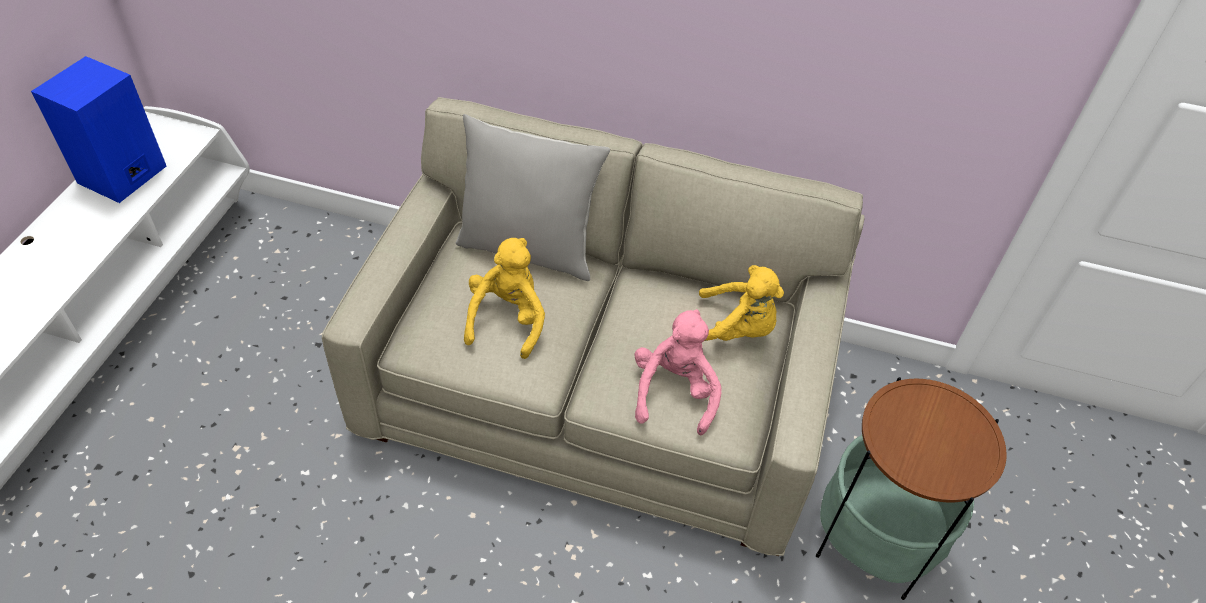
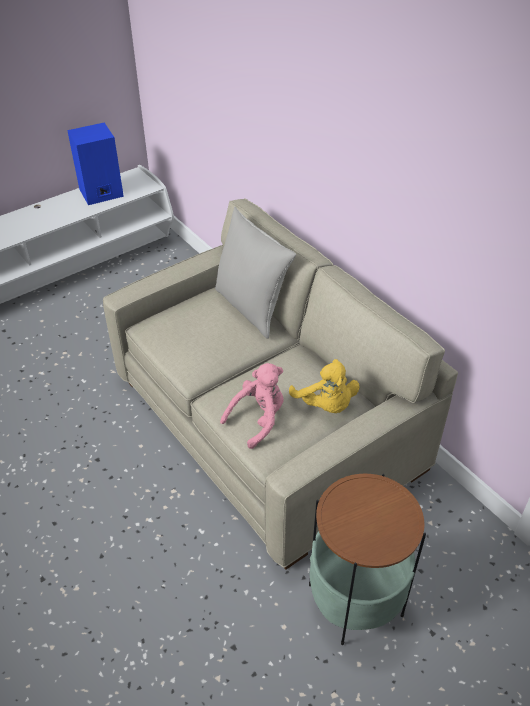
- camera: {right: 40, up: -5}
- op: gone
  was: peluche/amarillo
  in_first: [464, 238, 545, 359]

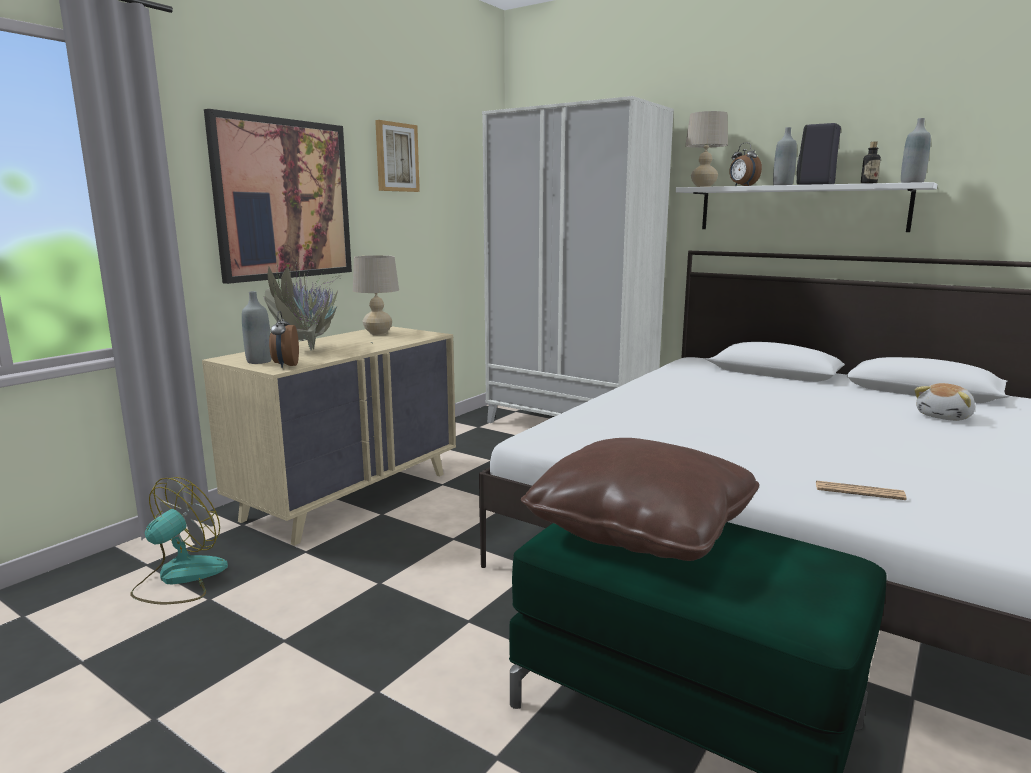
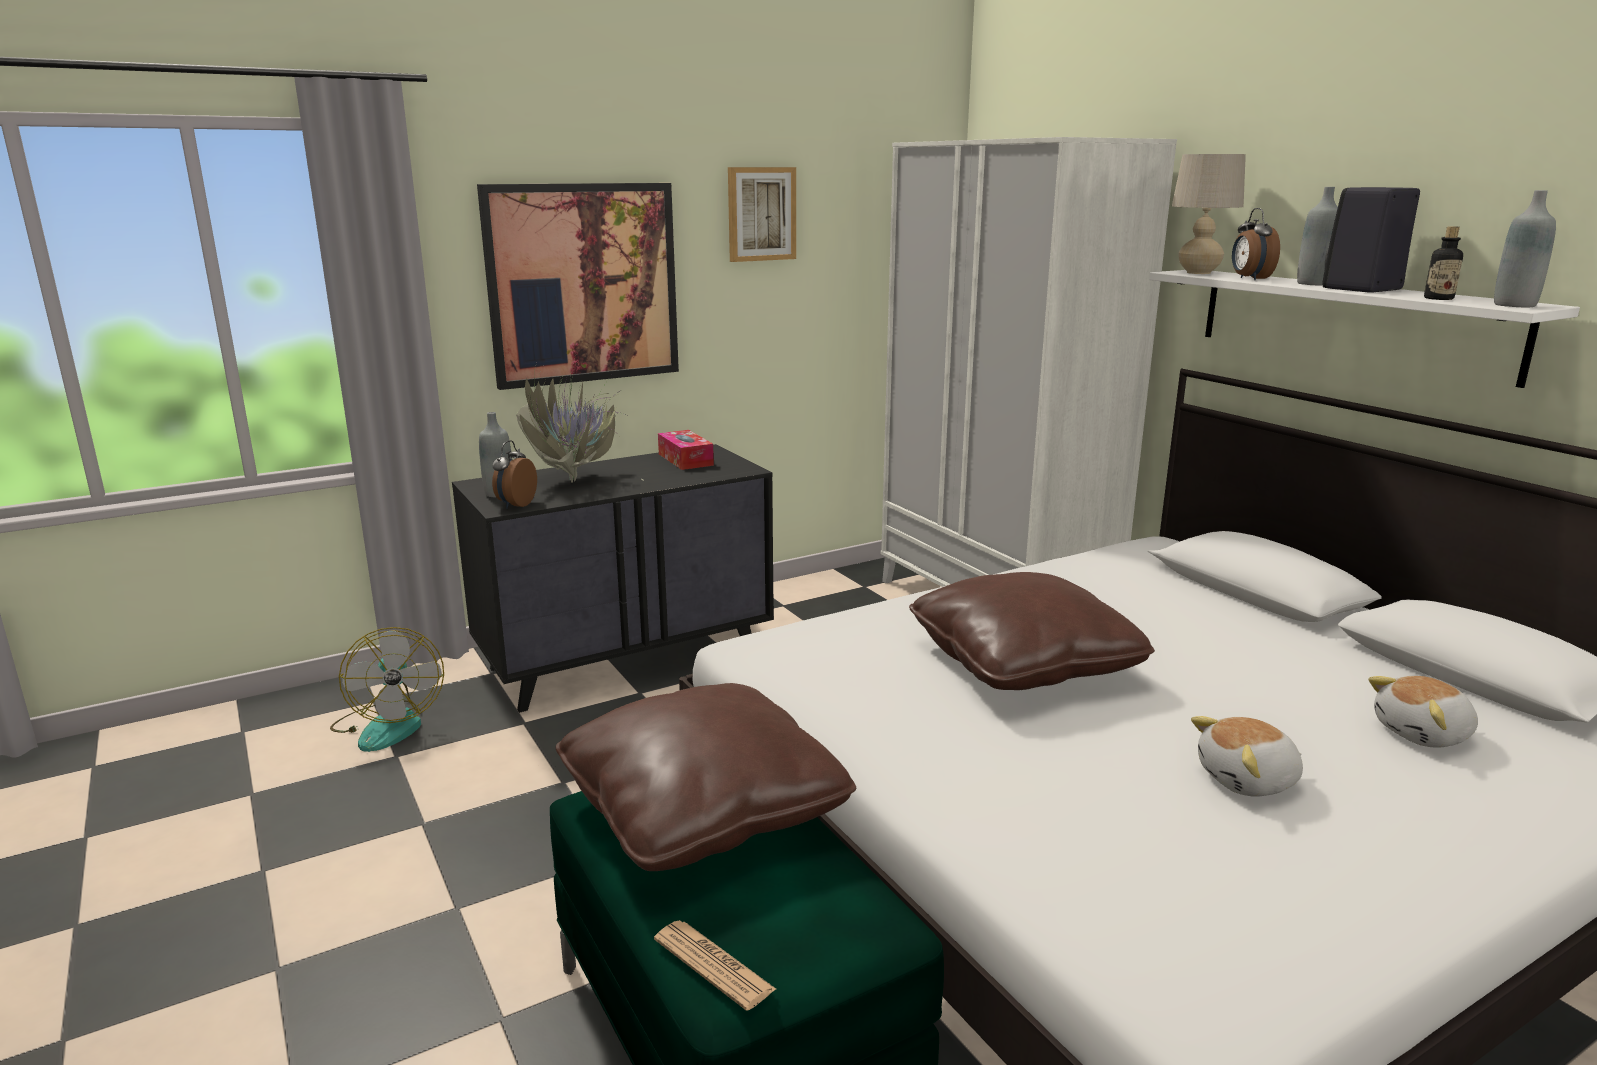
- camera: {right: 25, up: 5}
- op: new
  now: cojín/marrón
  in_second: [909, 572, 1155, 690]
- op: new
  now: peluche
  in_second: [1191, 716, 1303, 797]
- op: shifted
  was: periódico
  in_first: [816, 481, 907, 500]
  in_second: [654, 920, 776, 1011]
- op: swapped
  was: lámpara de mesa/beis
  now: caja de pañuelos
  in_first: [353, 255, 399, 335]
  in_second: [658, 430, 714, 470]
- op: repainted
  was: cómoda/beis
  now: cómoda/negro
  in_first: [202, 326, 456, 546]
  in_second: [452, 444, 774, 713]
- op: rotated
  was: ventilador
  in_first: [130, 477, 228, 604]
  in_second: [330, 627, 444, 752]
  clockwise: 105

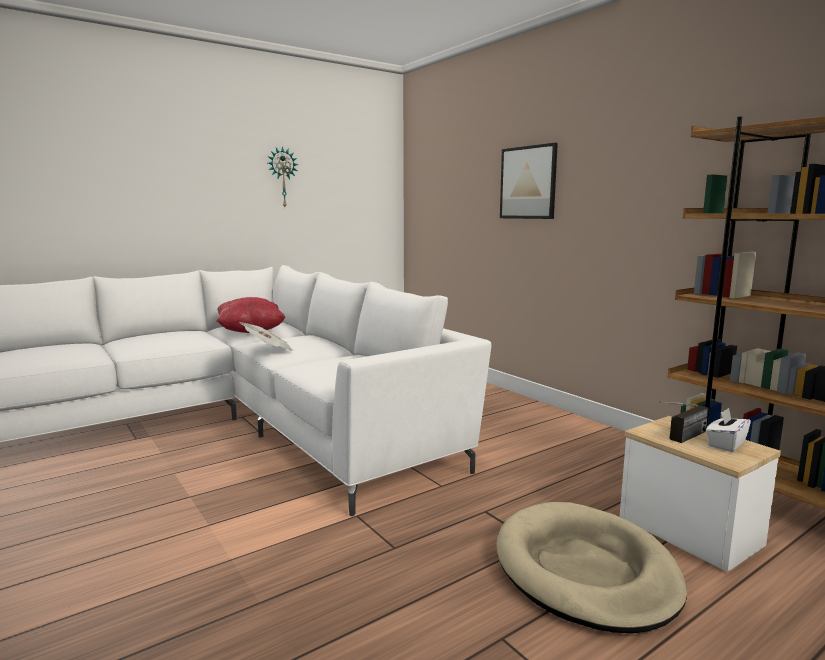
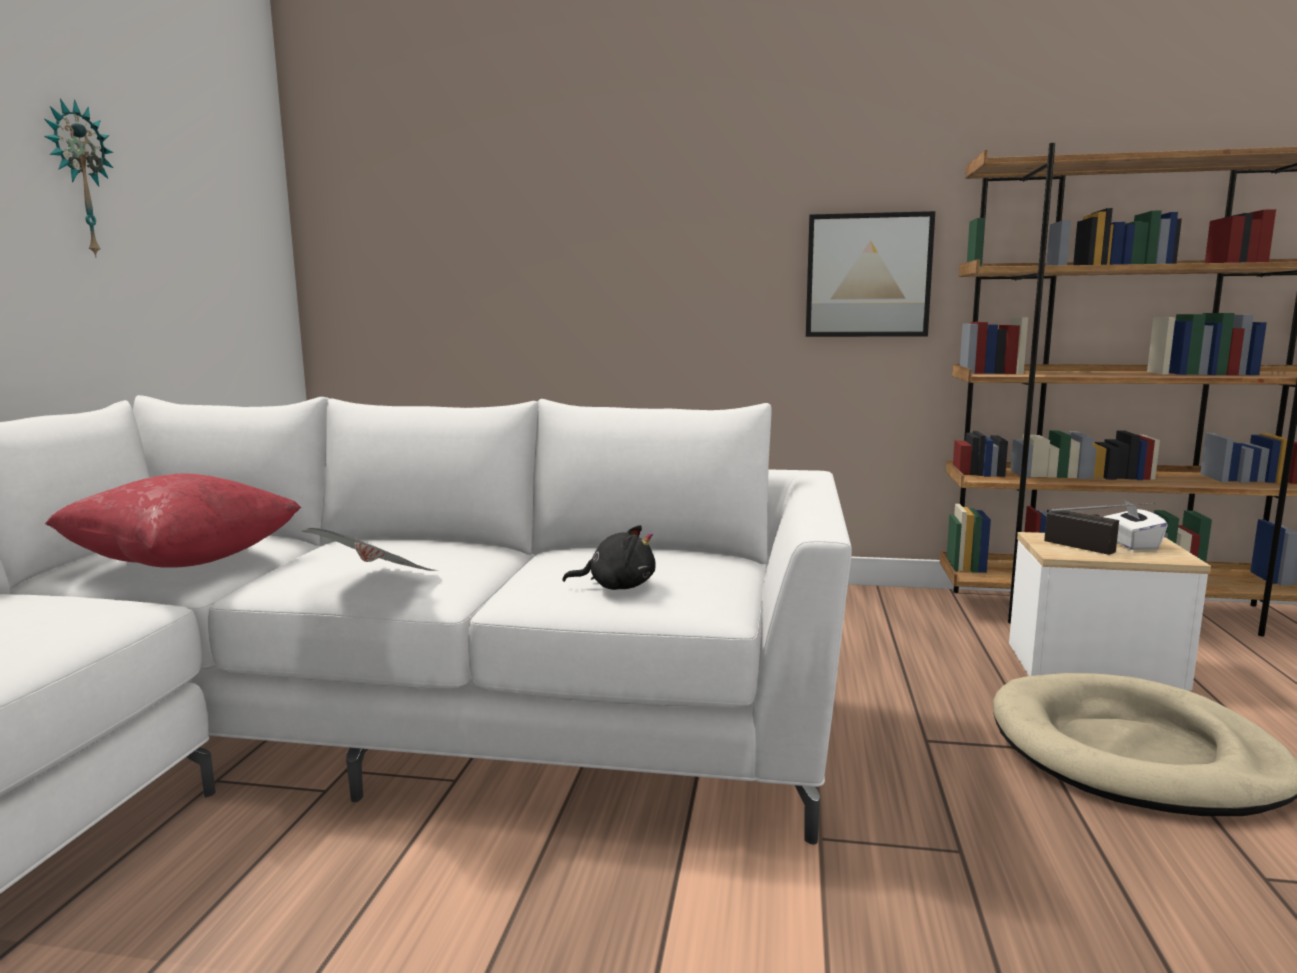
- camera: {right: -45, up: 0}
- op: new
  now: peluche/negro
  in_second: [563, 525, 656, 590]
- op: shifted
  was: cuadro
  in_first: [500, 143, 558, 219]
  in_second: [806, 211, 935, 337]
- op: rotated
  was: radio
  in_first: [660, 401, 709, 443]
  in_second: [1044, 502, 1155, 555]
  clockwise: -45

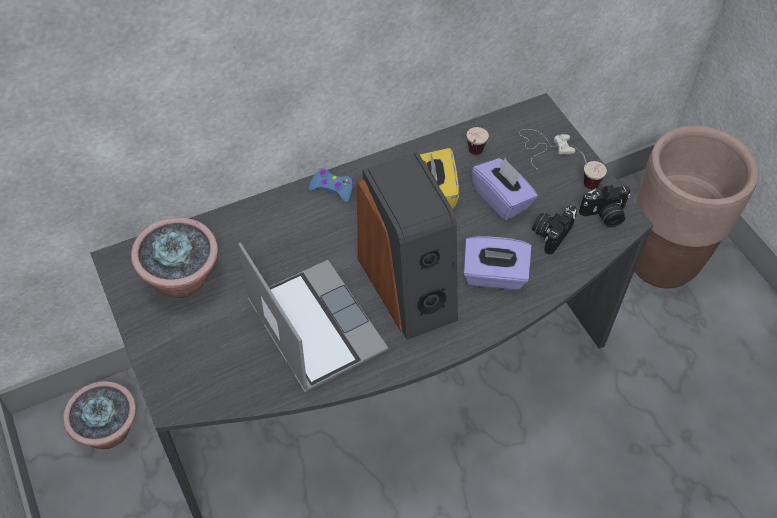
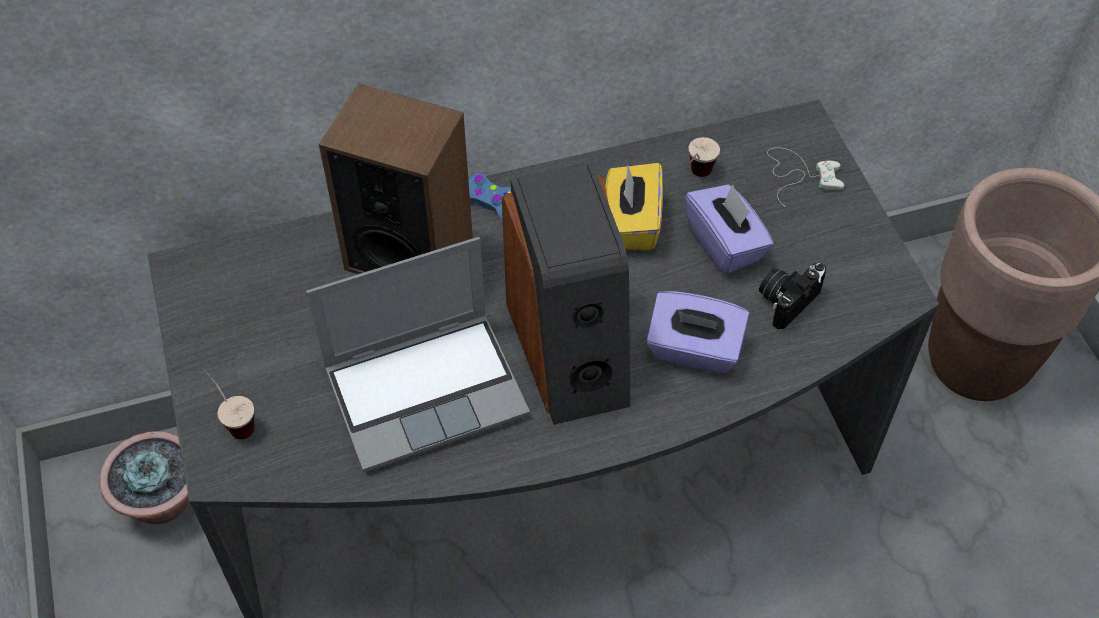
- camera: {right: 10, up: 0}
- op: gone
  was: planta en maceta
  in_first: [131, 217, 218, 299]
- op: gone
  was: cámara
  in_first: [579, 185, 630, 227]
- op: new
  now: altavoz
  in_second: [319, 83, 473, 274]
- op: shifted
  was: taza
  in_first: [572, 145, 607, 189]
  in_second: [203, 368, 254, 439]
- op: rotated
  was: portátil
  in_first: [238, 242, 388, 392]
  in_second: [306, 237, 530, 473]
  clockwise: 90

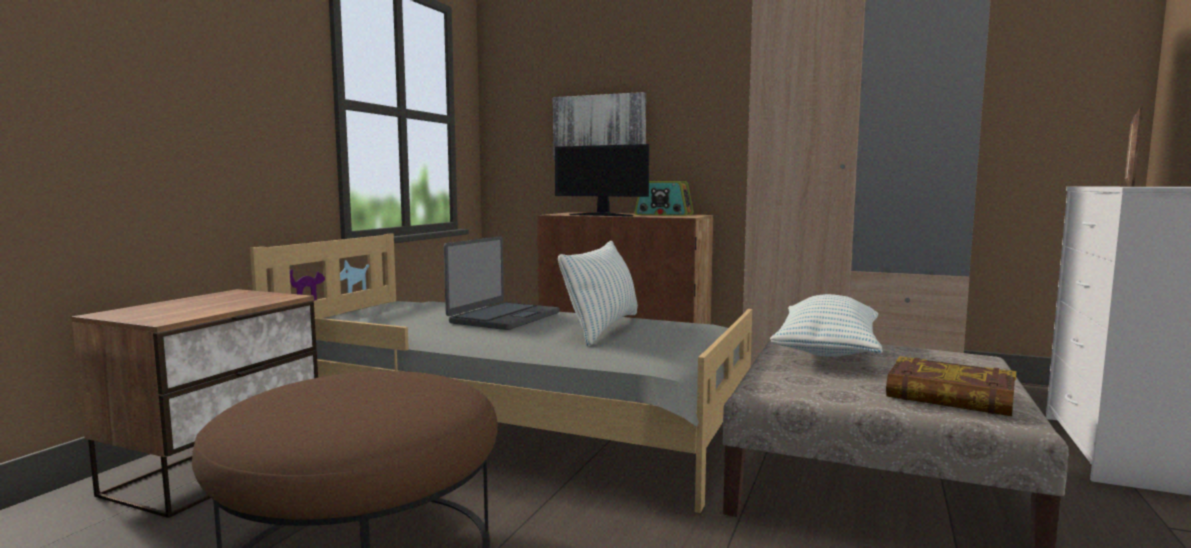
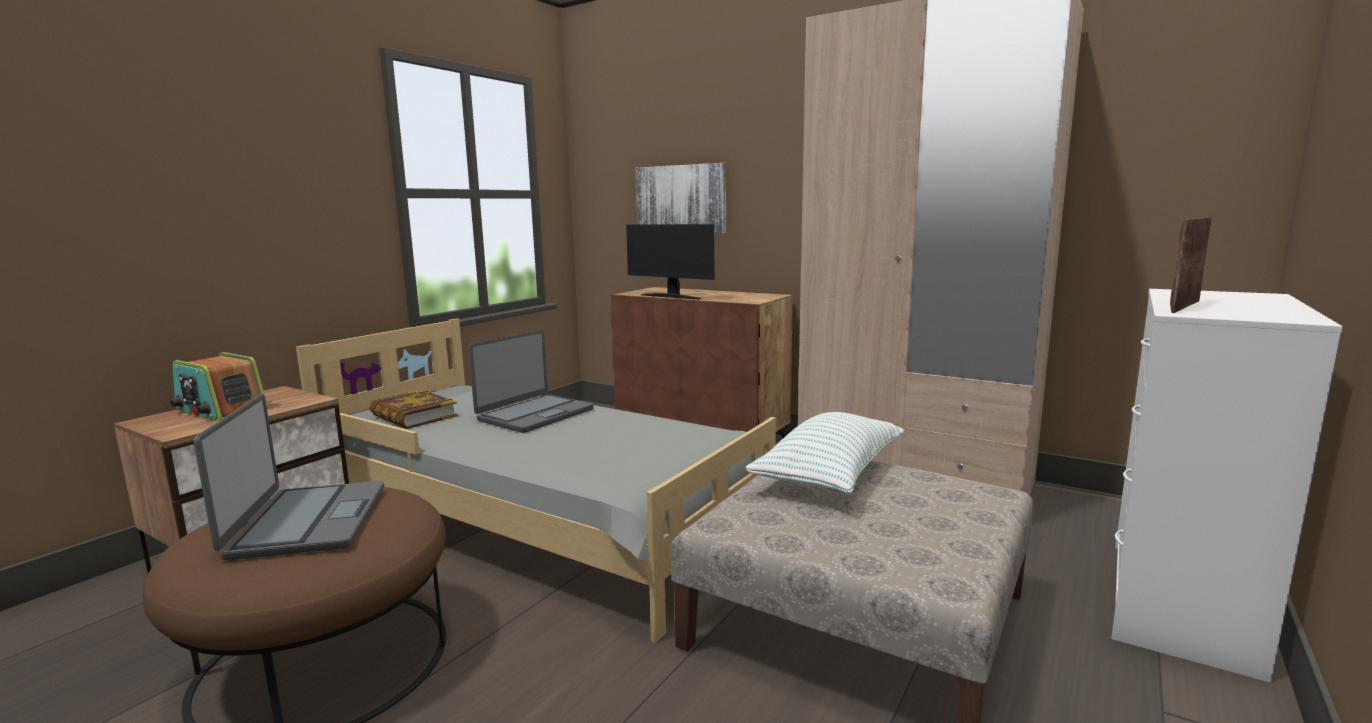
- camera: {right: 10, up: 5}
- op: gone
  was: cojín
  in_first: [558, 241, 638, 347]
- op: new
  now: portátil
  in_second: [193, 394, 384, 561]
- op: shifted
  was: radio
  in_first: [634, 181, 694, 216]
  in_second: [170, 352, 268, 421]
- op: shifted
  was: libro
  in_first: [886, 356, 1016, 416]
  in_second: [370, 390, 458, 429]

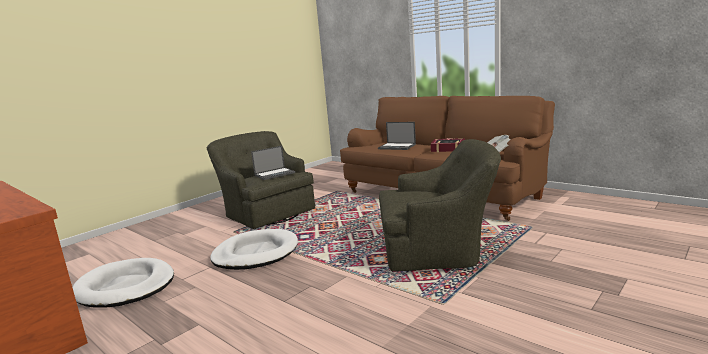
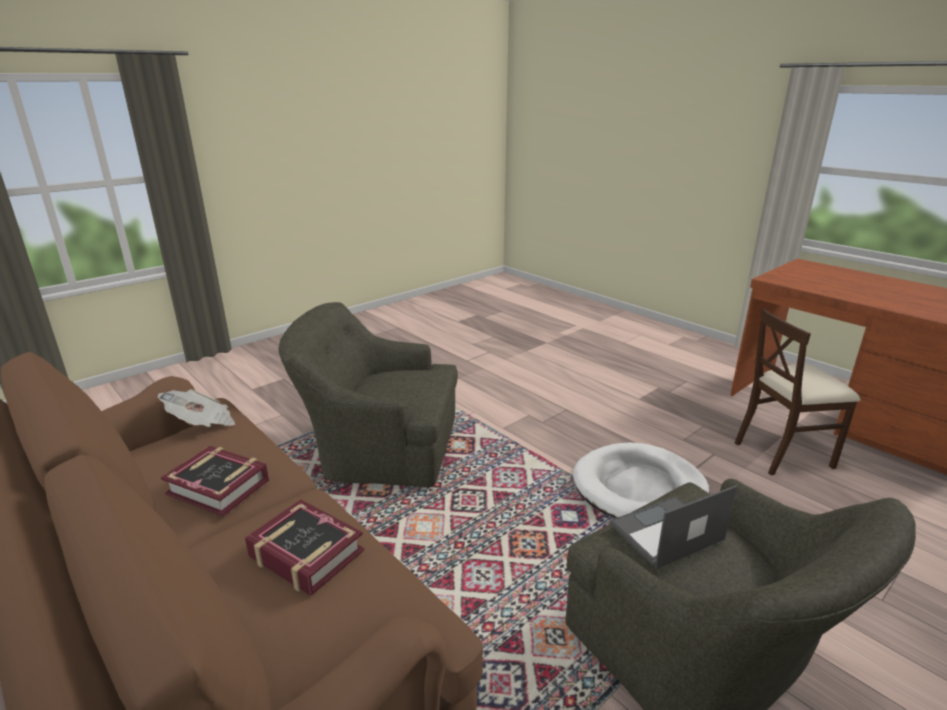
- camera: {right: -175, up: 10}
- op: swapped
  was: cama para perro/blanco
  now: silla/beis
  in_first: [72, 258, 174, 308]
  in_second: [735, 309, 861, 475]
- op: swapped
  was: portátil
  now: libro
  in_first: [378, 122, 416, 150]
  in_second: [245, 500, 364, 596]

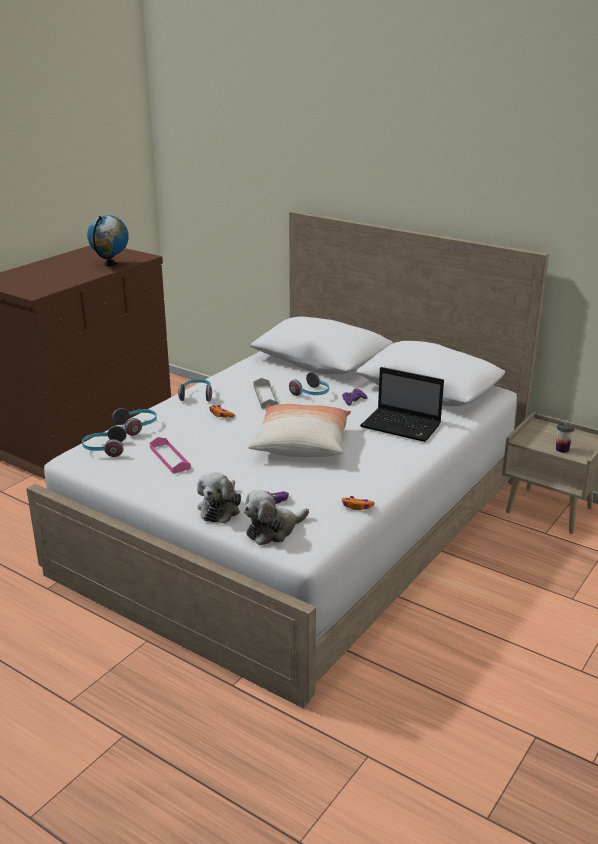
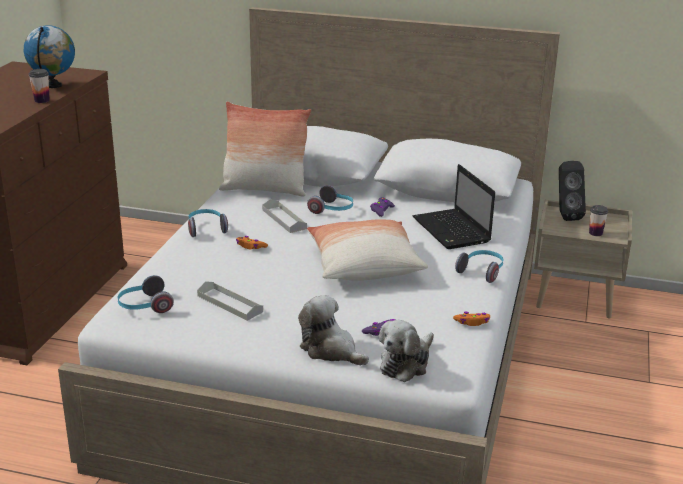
- camera: {right: -20, up: 0}
- op: new
  now: taza
  in_second: [29, 69, 50, 103]
- op: new
  now: cojín
  in_second: [219, 101, 311, 197]
- op: new
  now: altavoz/negro
  in_second: [559, 161, 586, 221]
- op: shifted
  was: auriculares
  in_first: [112, 408, 157, 436]
  in_second: [455, 250, 504, 283]
- op: repainted
  was: bandeja/rosa
  now: bandeja/gris
  in_first: [150, 437, 191, 474]
  in_second: [197, 281, 263, 321]
- op: rotated
  was: peluche
  in_first: [197, 472, 241, 524]
  in_second: [298, 295, 369, 365]
  clockwise: 135
- op: rotated
  was: portátil
  in_first: [360, 367, 444, 442]
  in_second: [412, 164, 495, 249]
  clockwise: 60

